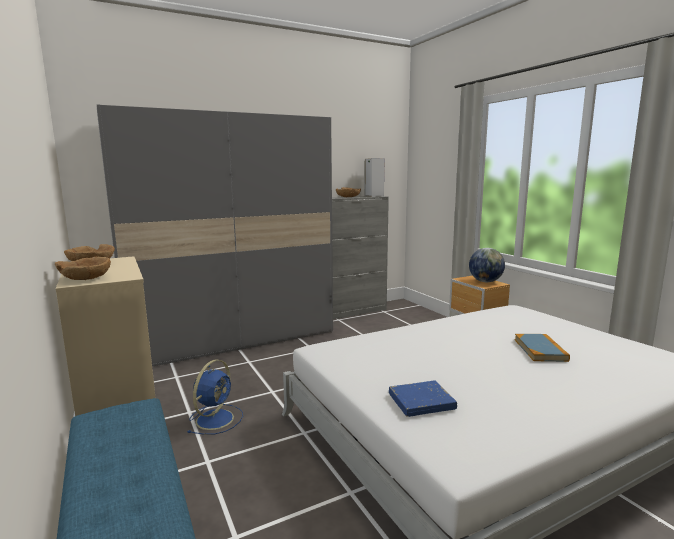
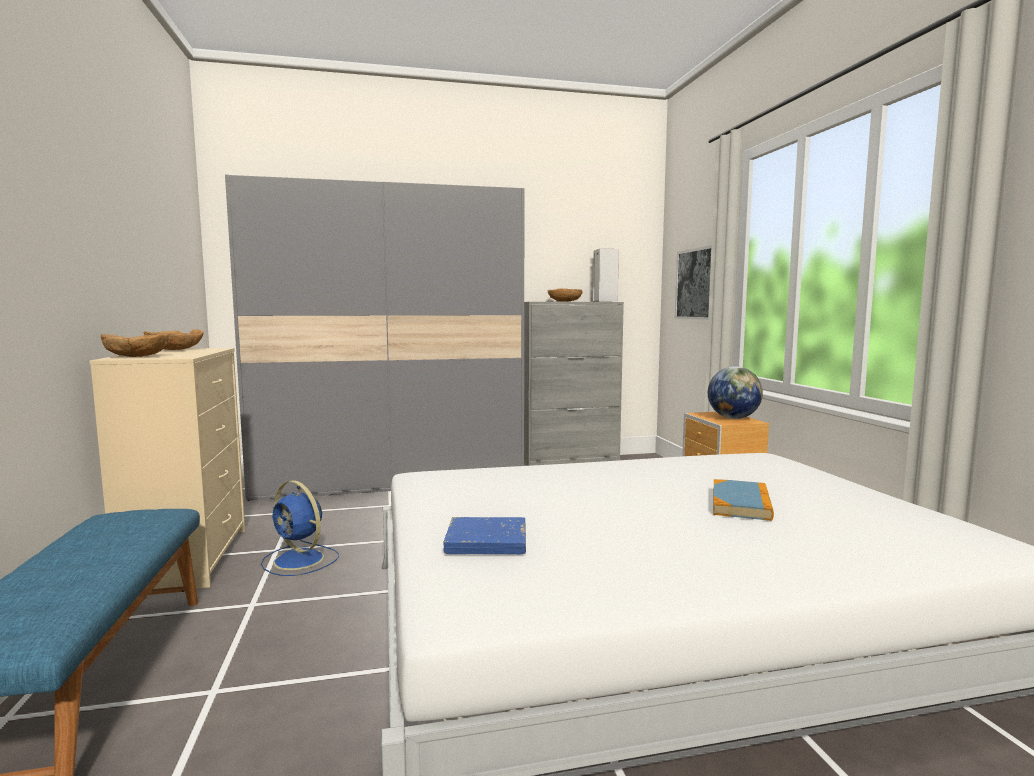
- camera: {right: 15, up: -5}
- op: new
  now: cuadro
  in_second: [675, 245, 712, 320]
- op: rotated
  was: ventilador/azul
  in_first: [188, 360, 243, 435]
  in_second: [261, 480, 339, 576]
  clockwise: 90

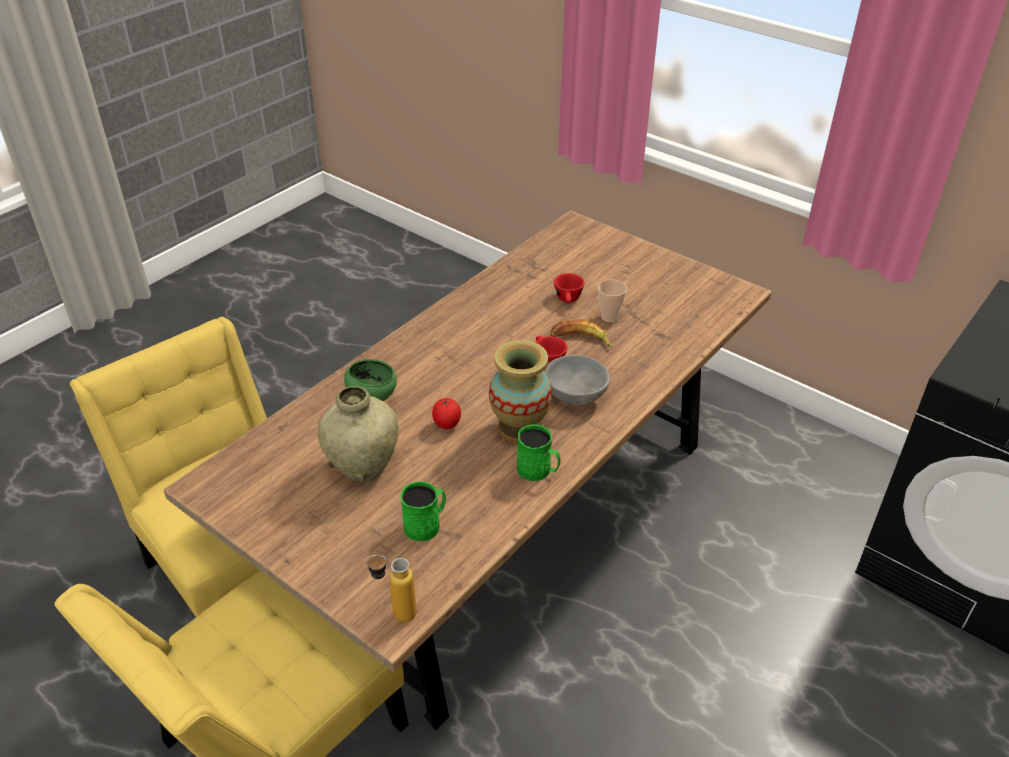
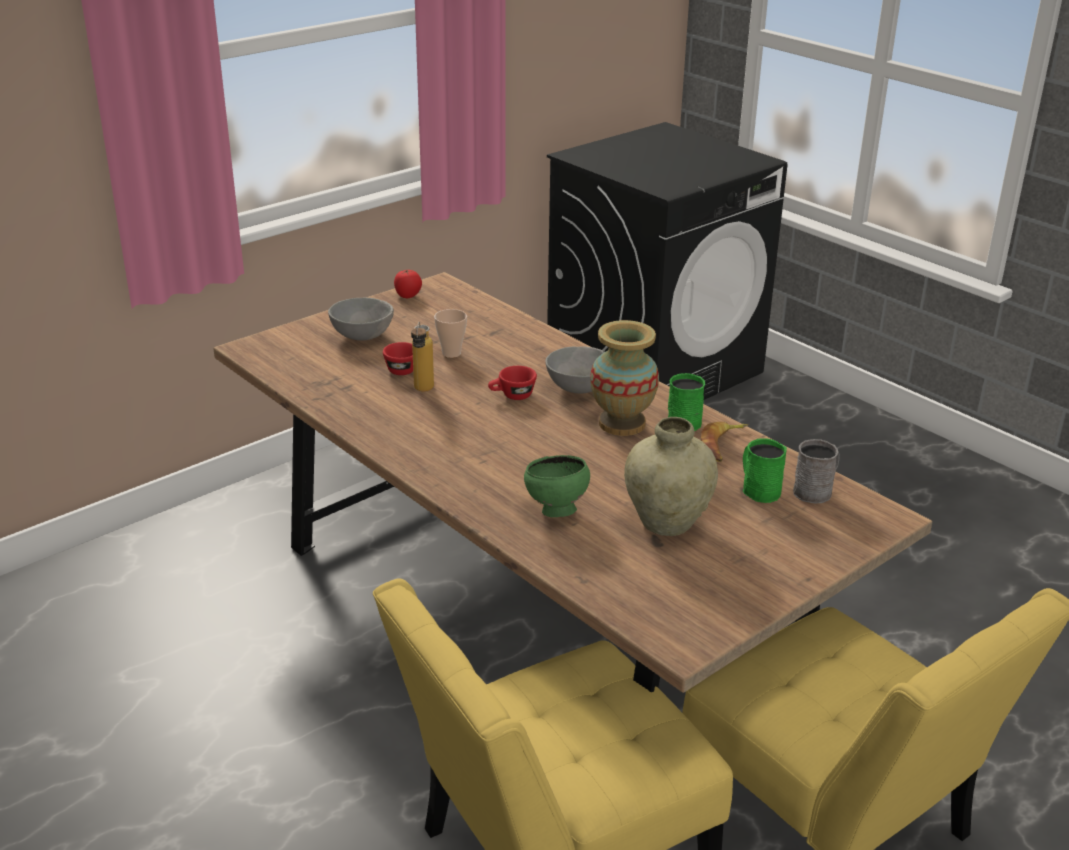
- camera: {right: -80, up: -10}
- op: new
  now: cuenco/gris
  in_second: [328, 298, 394, 340]
- op: new
  now: taza grande/gris
  in_second: [793, 439, 840, 503]
- op: shifted
  was: botella
  in_first: [366, 555, 417, 622]
  in_second: [411, 322, 434, 392]
- op: shifted
  was: tomate
  in_first: [432, 398, 461, 429]
  in_second: [394, 269, 422, 298]
- op: shifted
  was: plátano
  in_first: [550, 319, 612, 348]
  in_second: [701, 422, 748, 462]

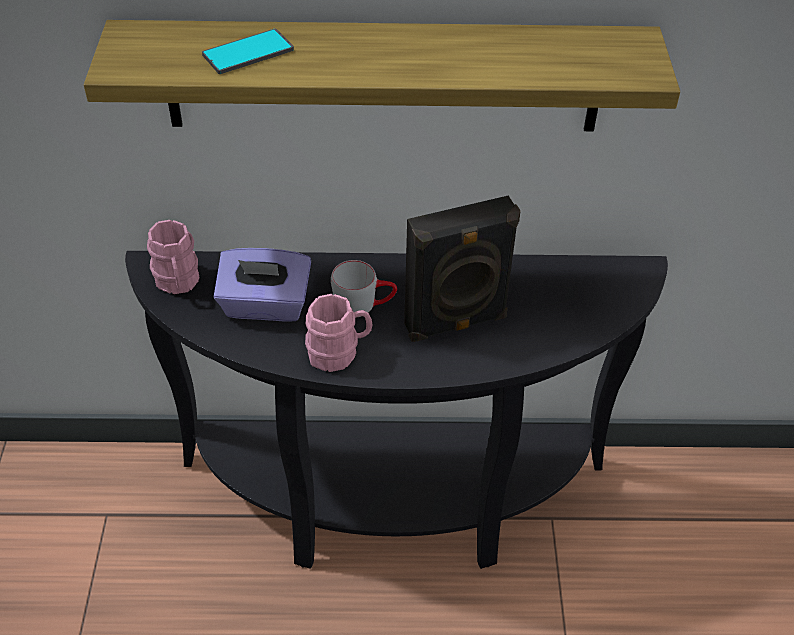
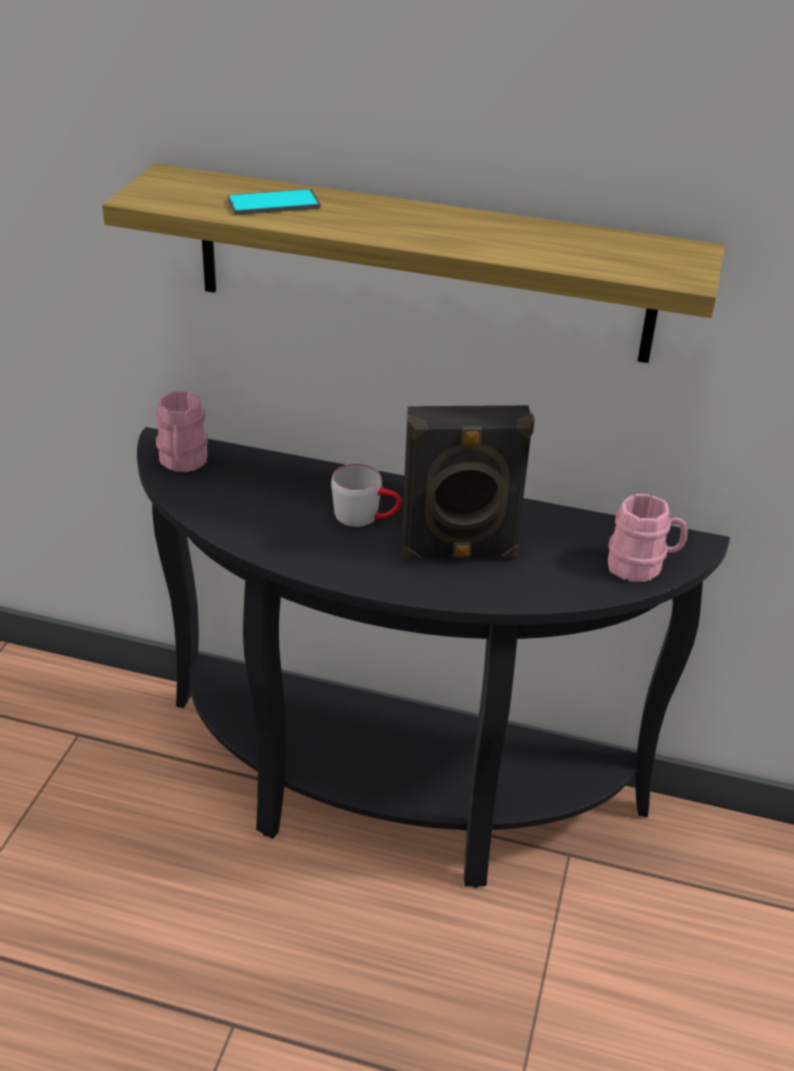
- camera: {right: 15, up: -10}
- op: gone
  was: caja de pañuelos/morado
  in_first: [214, 248, 311, 322]
- op: shifted
  was: taza grande/rosa
  in_first: [305, 294, 373, 372]
  in_second: [608, 494, 688, 582]

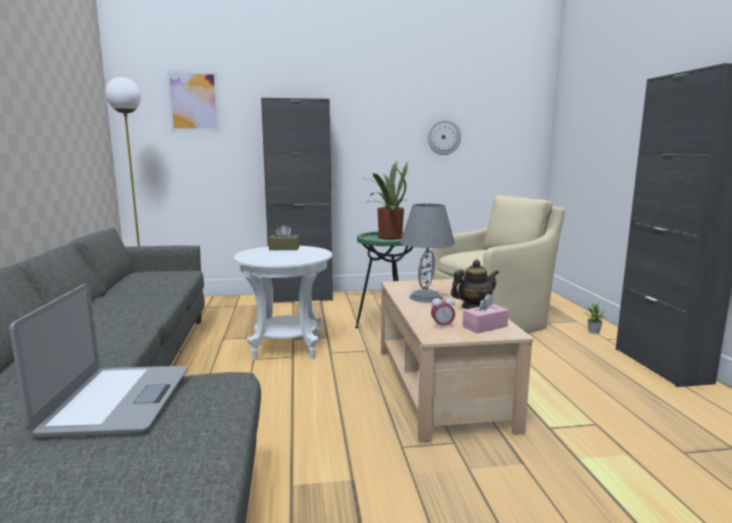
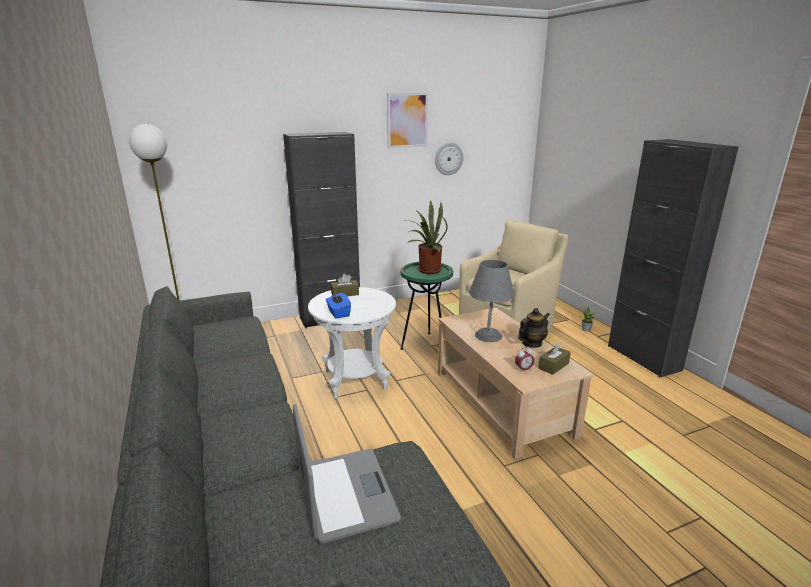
- camera: {right: -15, up: 10}
- op: new
  now: caja de pañuelos/azul
  in_second: [326, 293, 351, 319]
- op: shifted
  was: cuadro
  in_first: [166, 71, 220, 131]
  in_second: [387, 93, 428, 148]
- op: repainted
  was: caja de pañuelos/rosa
  now: caja de pañuelos/marrón
  in_first: [462, 294, 509, 333]
  in_second: [538, 343, 571, 375]

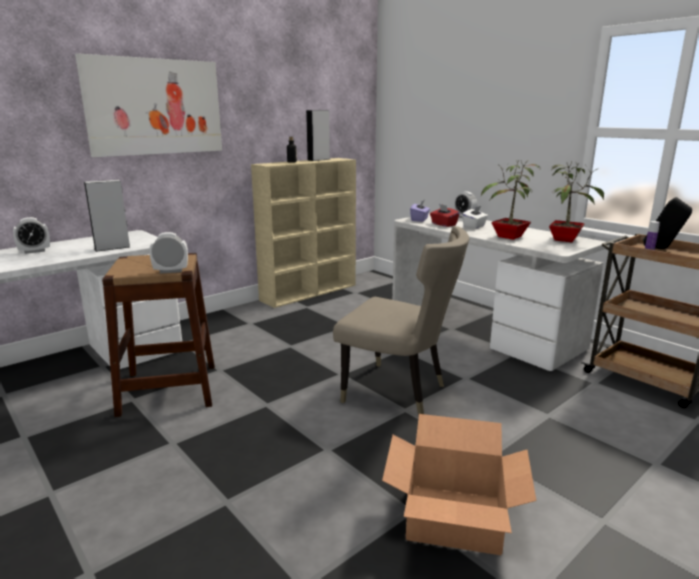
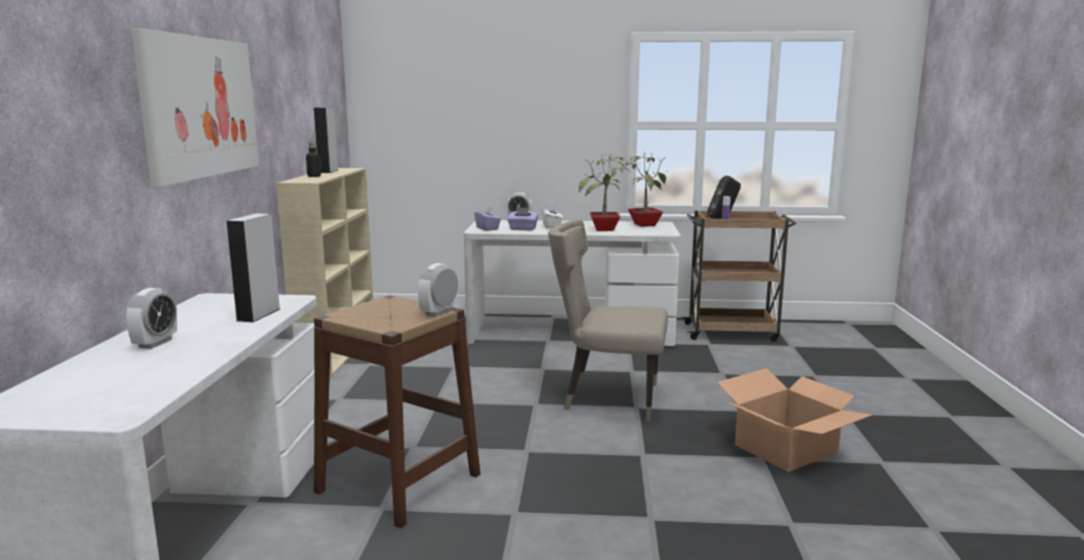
- camera: {right: -45, up: -5}
- op: repainted
  was: caja de pañuelos/rojo
  now: caja de pañuelos/morado
  in_first: [430, 204, 460, 227]
  in_second: [507, 207, 539, 231]
- op: rotated
  was: silla/beis
  in_first: [333, 226, 469, 416]
  in_second: [548, 219, 668, 421]
  clockwise: -150

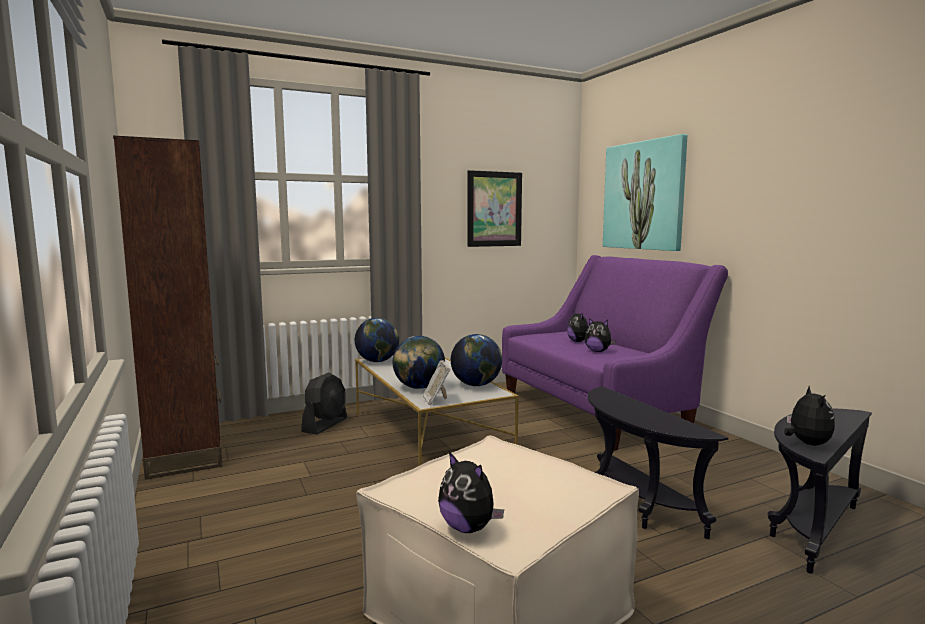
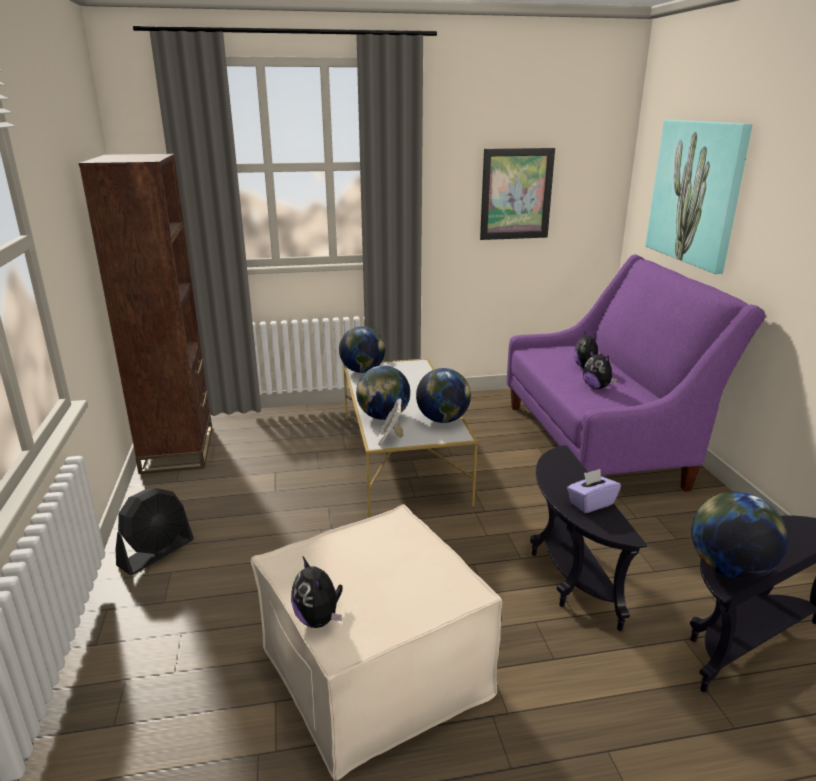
- camera: {right: 15, up: 15}
- op: new
  now: caja de pañuelos/morado
  in_second: [567, 469, 621, 513]
- op: shifted
  was: ventilador/negro
  in_first: [301, 372, 347, 434]
  in_second: [116, 488, 194, 575]
- op: swapped
  was: peluche
  now: globo terráqueo
  in_first: [784, 385, 835, 446]
  in_second: [691, 492, 788, 580]

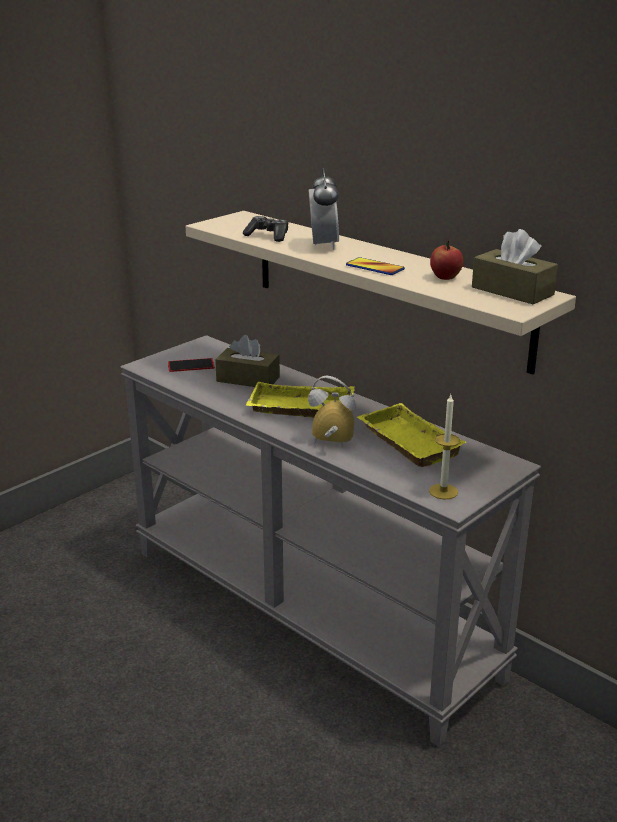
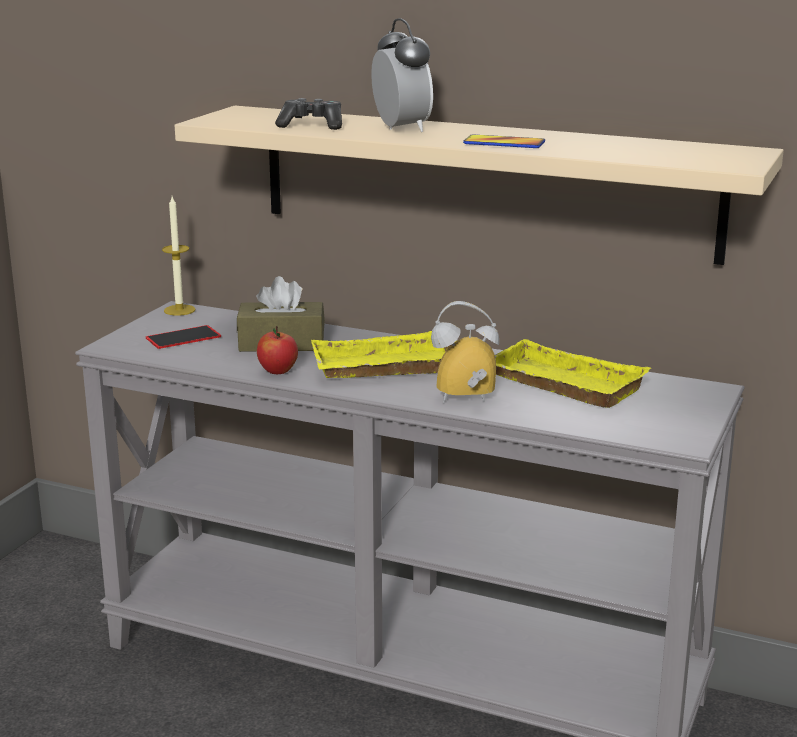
- camera: {right: -20, up: -5}
- op: gone
  was: caja de pañuelos/marrón
  in_first: [472, 229, 558, 304]
- op: shifted
  was: vela
  in_first: [429, 395, 460, 499]
  in_second: [162, 197, 196, 316]
- op: shifted
  was: manzana
  in_first: [430, 240, 463, 280]
  in_second: [257, 326, 298, 374]

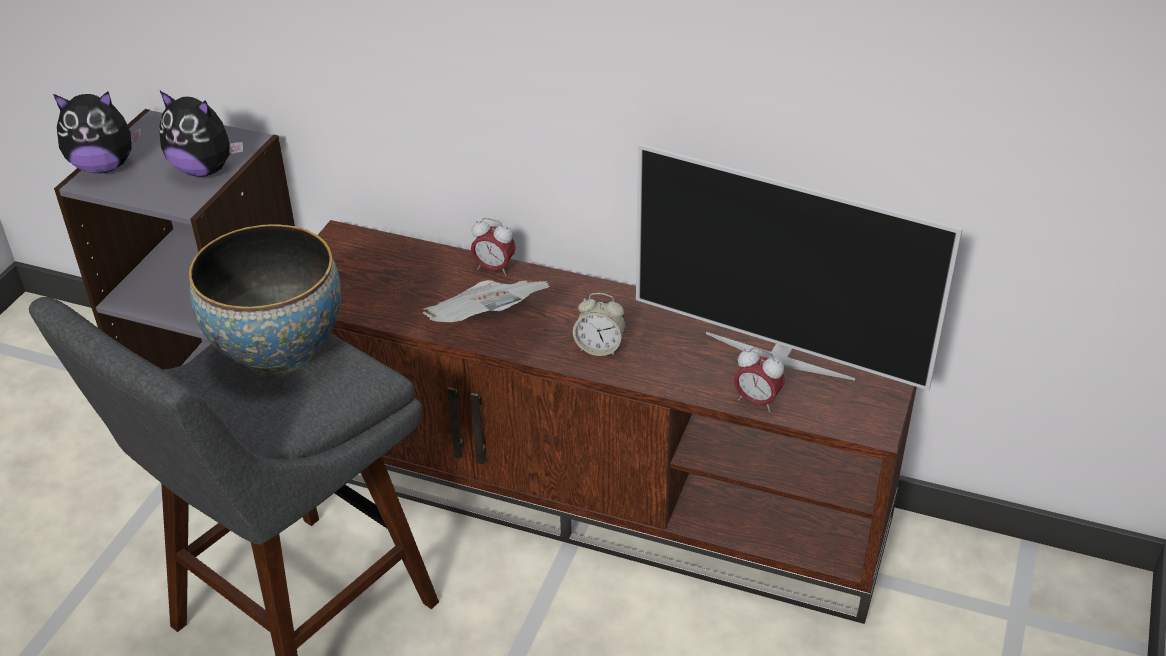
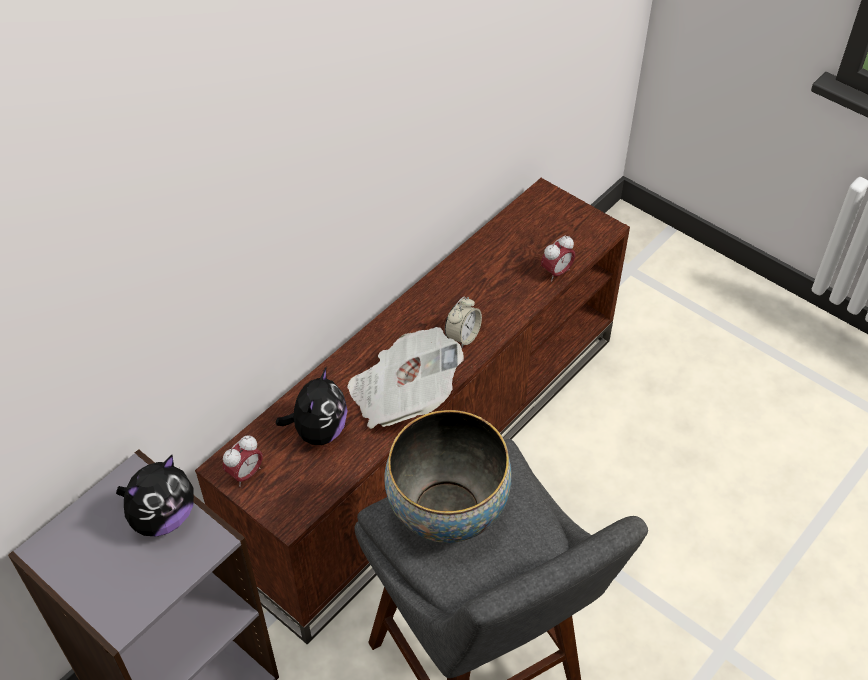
- camera: {right: -70, up: 10}
- op: gone
  was: televisor
  in_first: [636, 144, 962, 391]
- op: shifted
  was: peluche
  in_first: [53, 91, 141, 173]
  in_second: [275, 367, 348, 445]
- op: shifted
  was: despertador
  in_first: [471, 218, 516, 276]
  in_second: [223, 436, 263, 487]

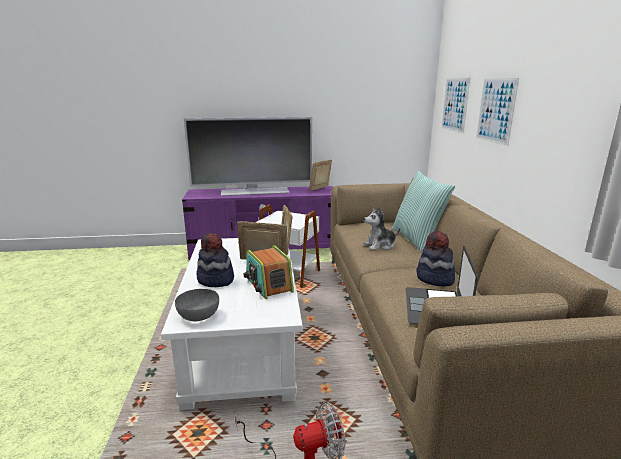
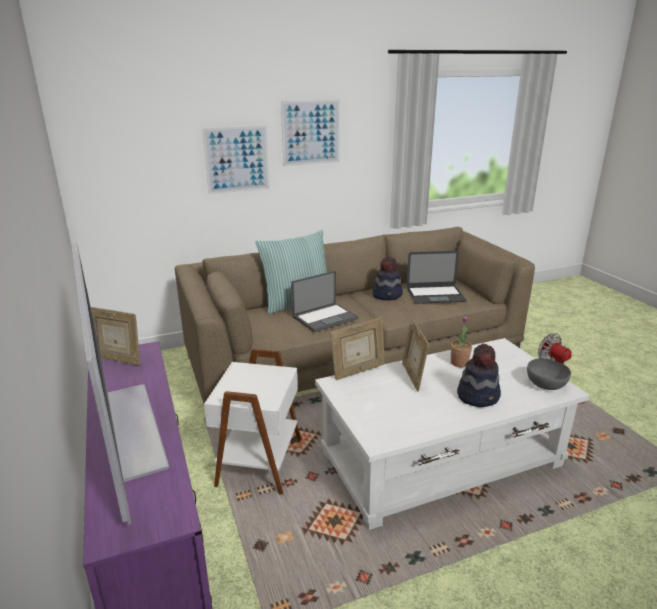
- camera: {right: -105, up: 5}
- op: shifted
  was: cuadro
  in_first: [441, 78, 470, 133]
  in_second: [281, 100, 340, 166]
- op: swapped
  was: radio
  now: planta en maceta
  in_first: [243, 245, 294, 299]
  in_second: [451, 316, 472, 367]
- op: swapped
  was: peluche
  now: portátil
  in_first: [363, 207, 400, 250]
  in_second: [291, 271, 358, 333]

